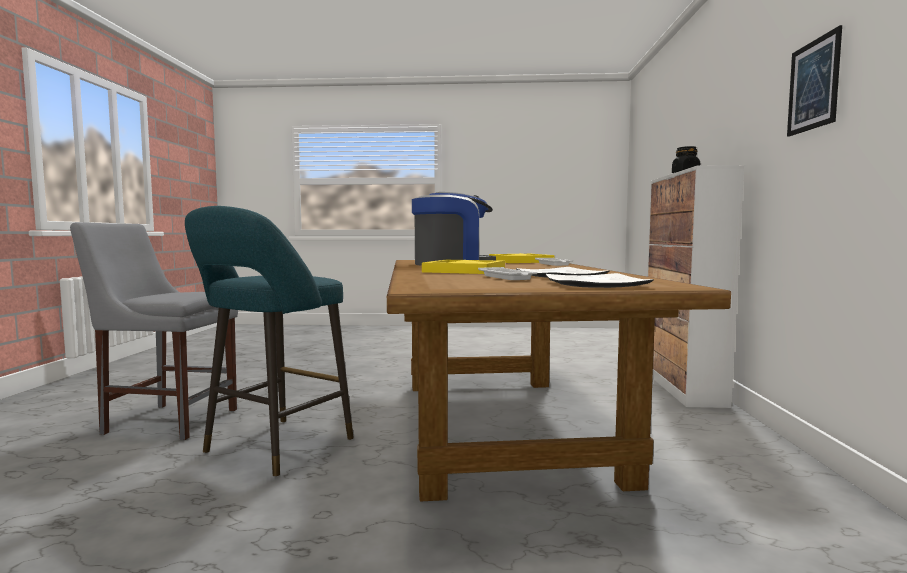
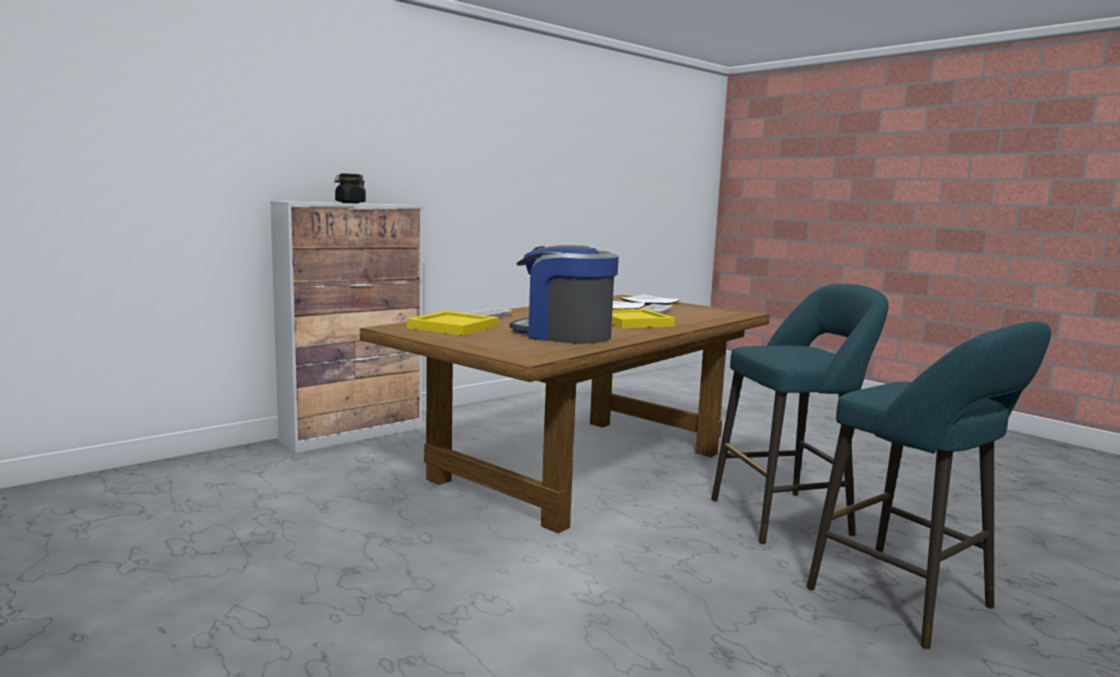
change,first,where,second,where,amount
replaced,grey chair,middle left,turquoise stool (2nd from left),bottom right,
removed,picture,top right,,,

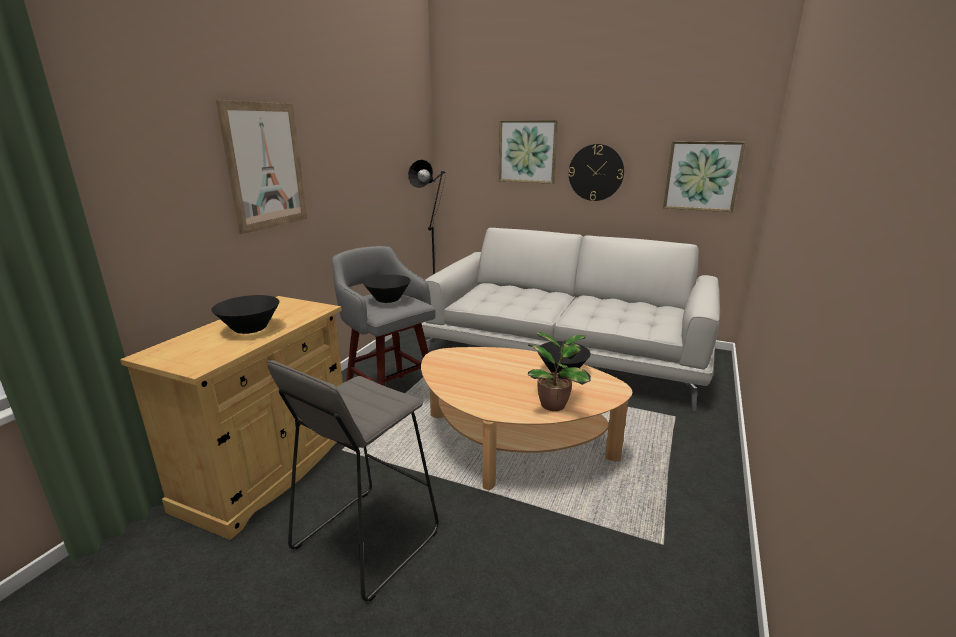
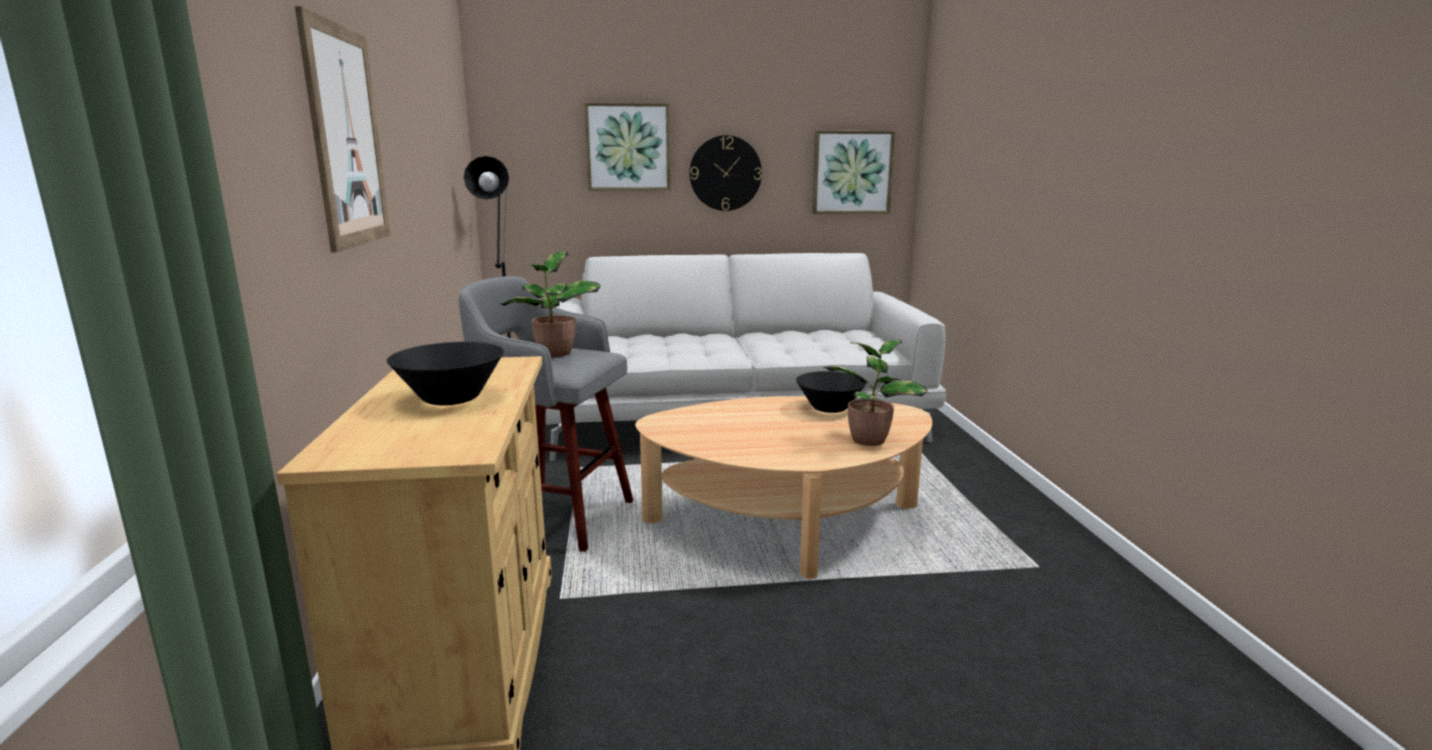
change,first,where,second,where,amount
removed,grey stool (1st from left),bottom centre,,,
replaced,black bowl (2nd from left),centre,potted plant (1st from left),centre,

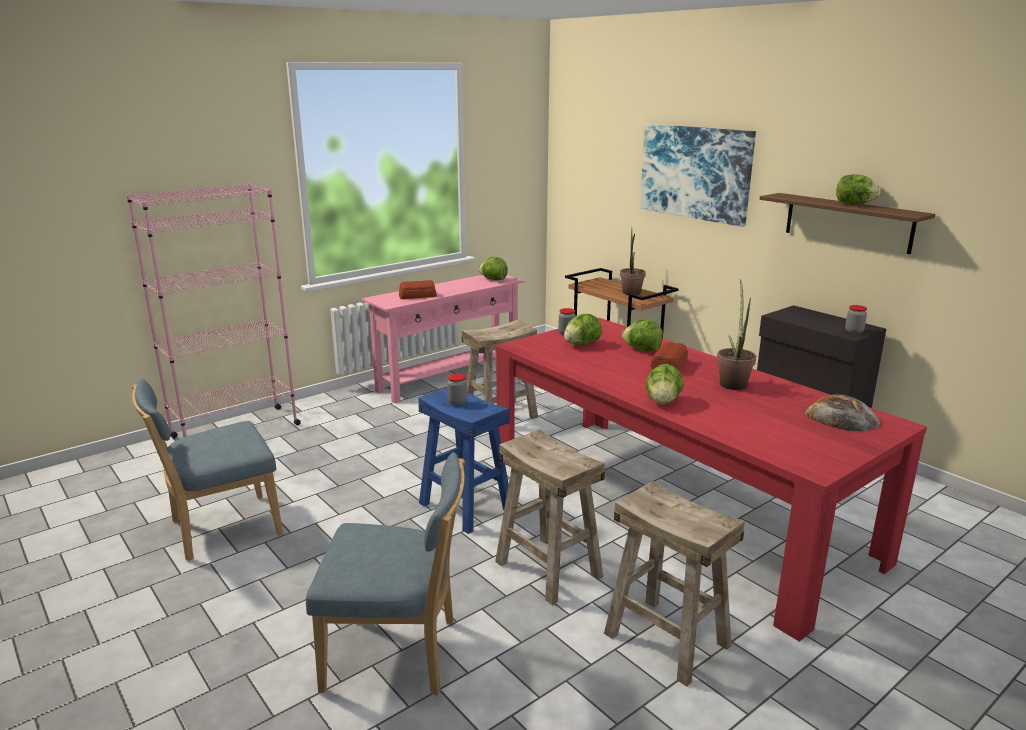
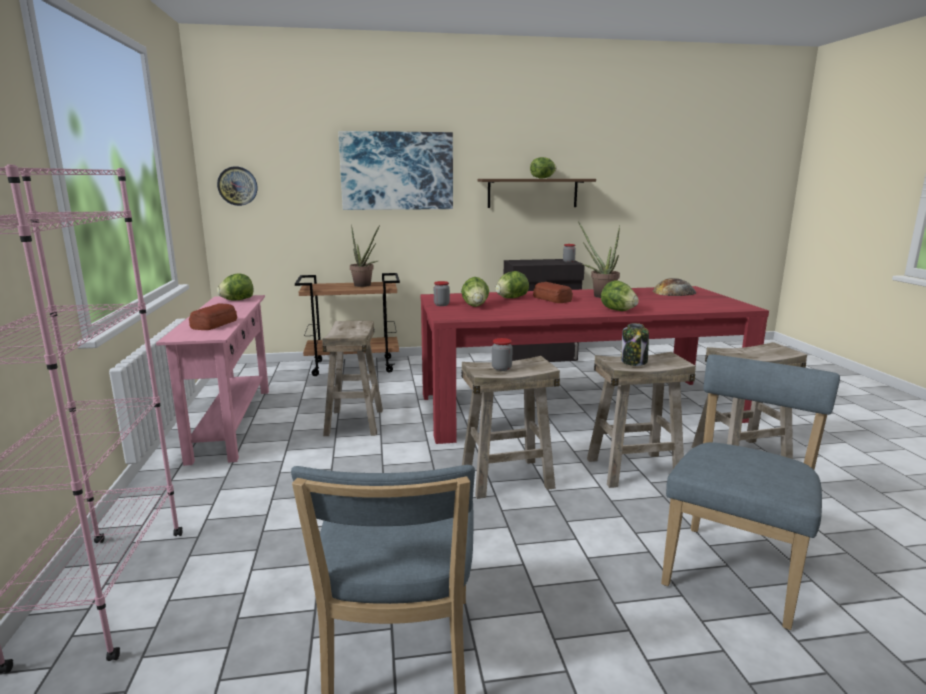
change,first,where,second,where,amount
recoloured,blue stool,centre,beige stool (2nd from left),centre,
added,,,wall clock,top left,
added,,,jar (4th from left),middle right,

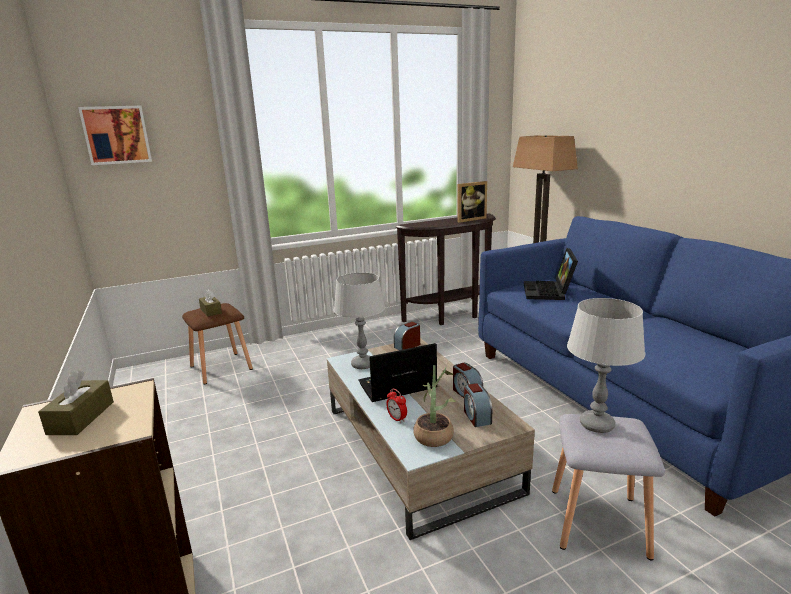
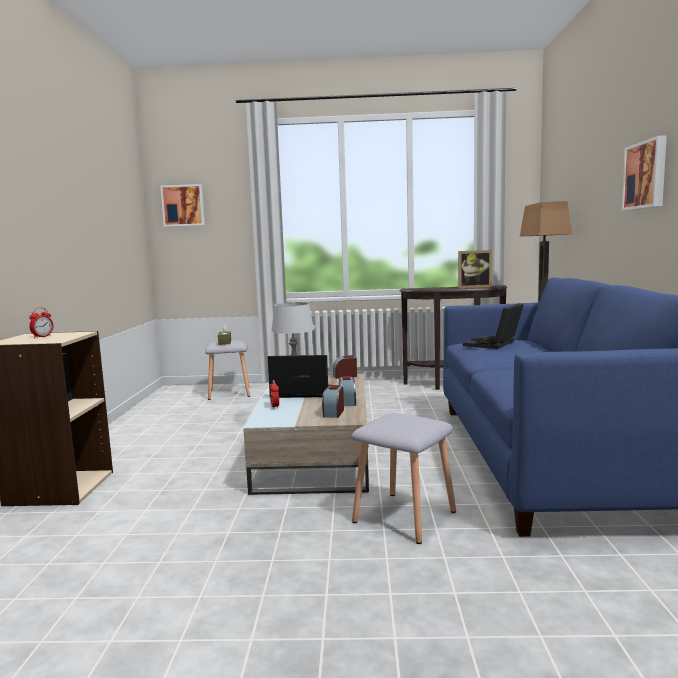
change,first,where,second,where,amount
replaced,brown tissue box (1st from left),bottom left,alarm clock (1st from left),middle left,
recoloured,brown stool,middle left,grey stool (1st from left),centre,
removed,potted plant,bottom centre,,,
removed,grey table lamp (2nd from left),middle right,,,
added,,,picture (2nd from left),top right,

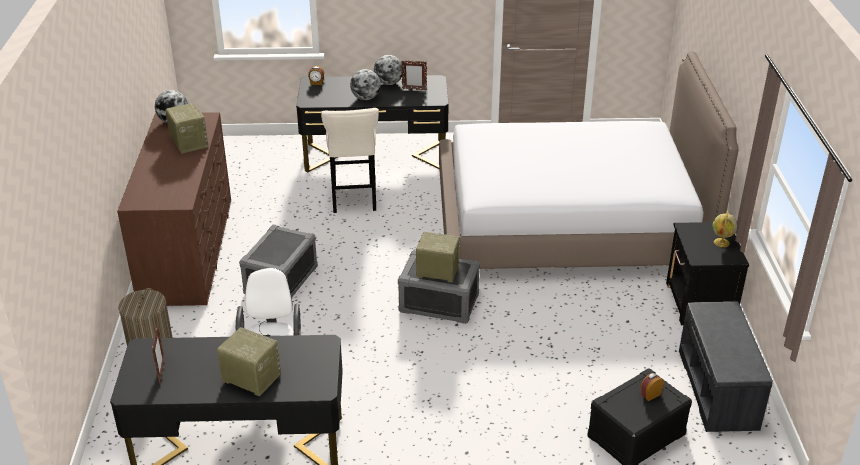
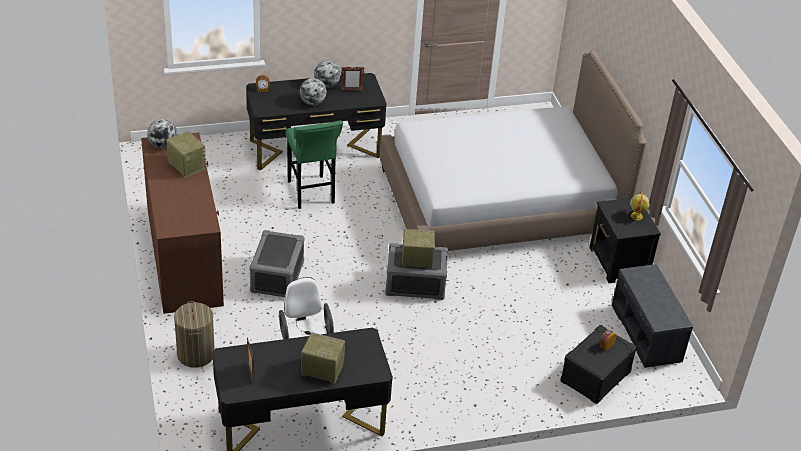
change,first,where,second,where,amount
recoloured,beige stool,centre,green stool,centre,

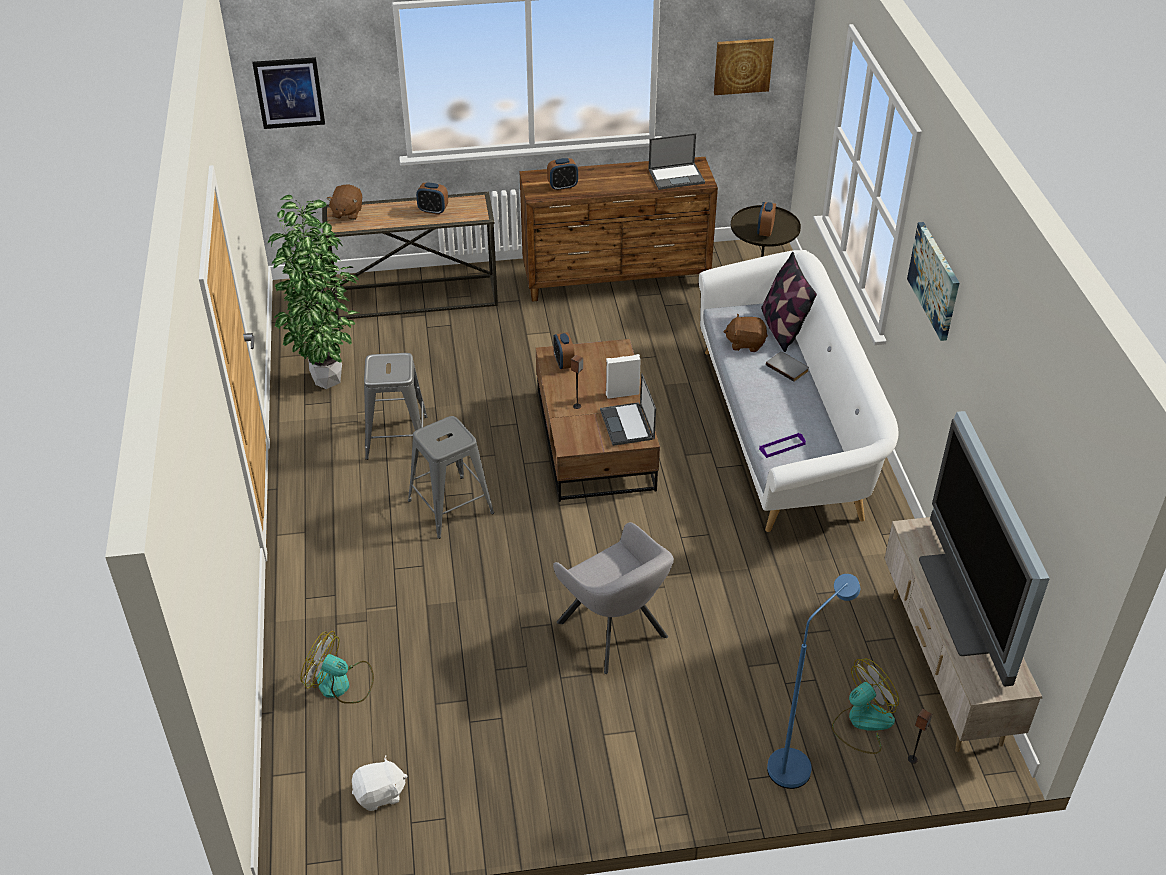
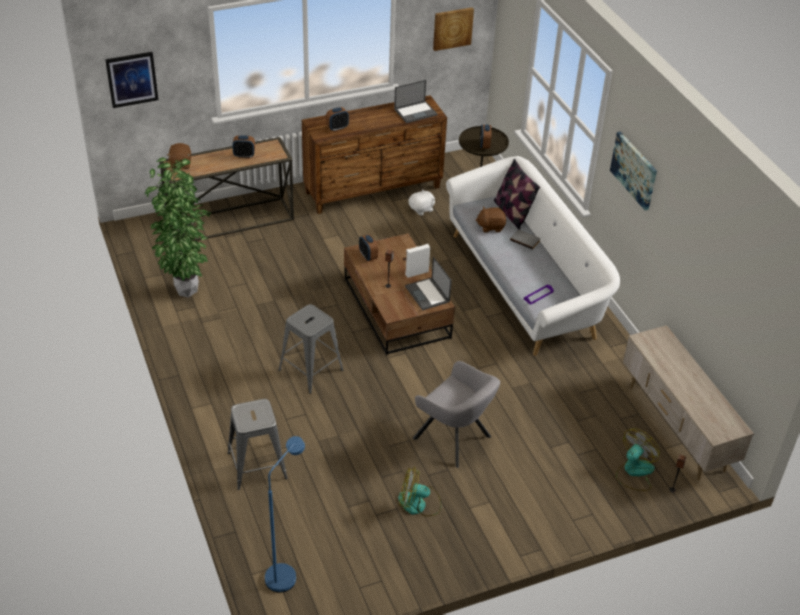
change,first,where,second,where,amount
moved,fan (1st from left),bottom left,,bottom centre,
moved,white plush toy,bottom left,,top centre,
moved,grey stool (1st from left),centre,,bottom left,
moved,blue floor lamp,bottom right,,bottom centre,
removed,television,middle right,,,

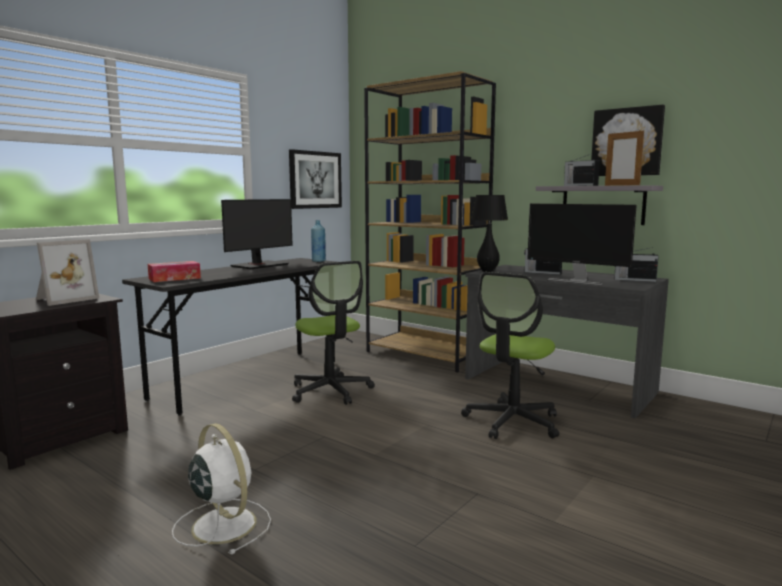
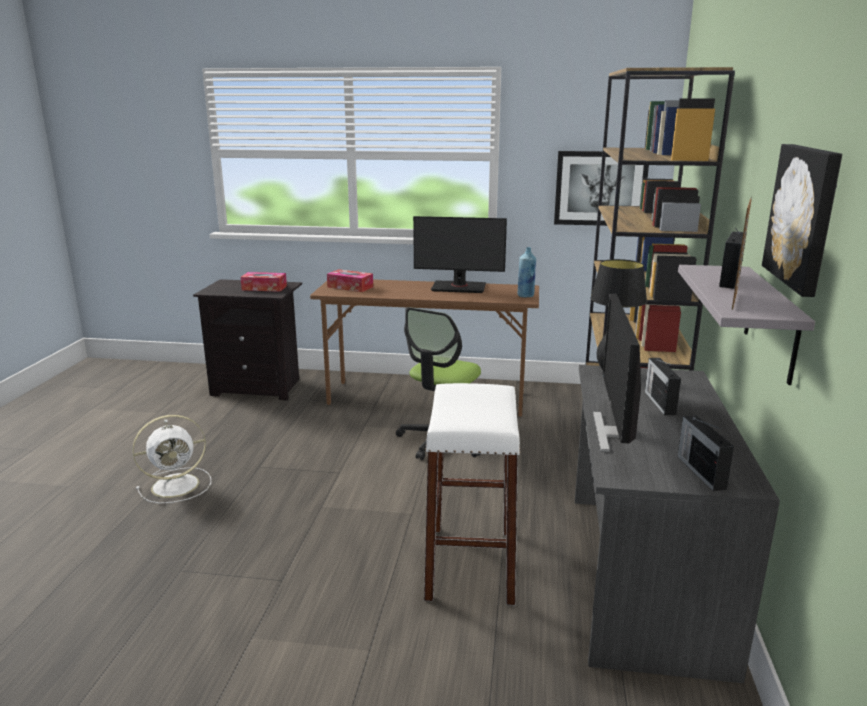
change,first,where,second,where,amount
replaced,picture frame (1st from left),middle left,tissue box (1st from left),middle left,
recoloured,grey desk (1st from left),middle left,brown desk,centre,
turned,white fan,bottom left,,middle left,45 degrees clockwise
replaced,office chair (2nd from left),centre,white stool,bottom centre,

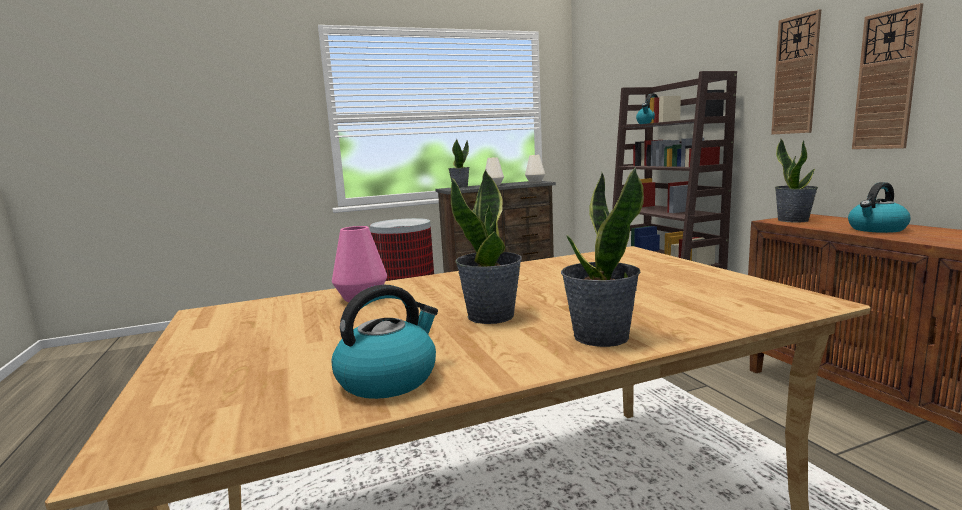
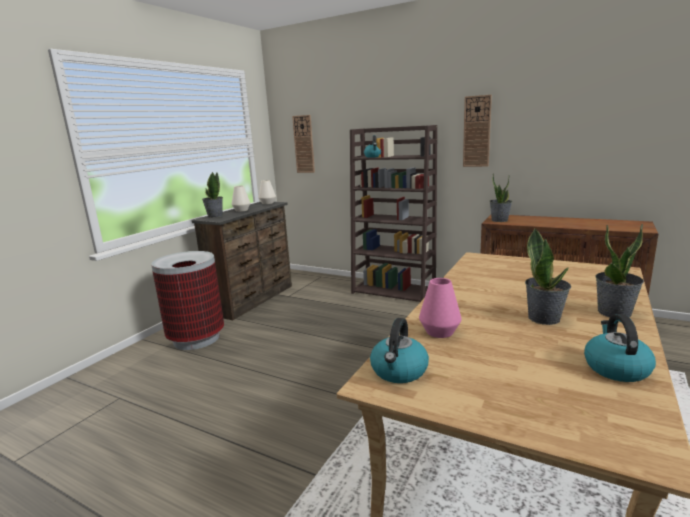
change,first,where,second,where,amount
moved,kettle (3rd from left in the first image),middle right,kettle (2nd from left),bottom centre,
moved,wall clock (2nd from left in the first image),top right,wall clock (1st from left),top centre,

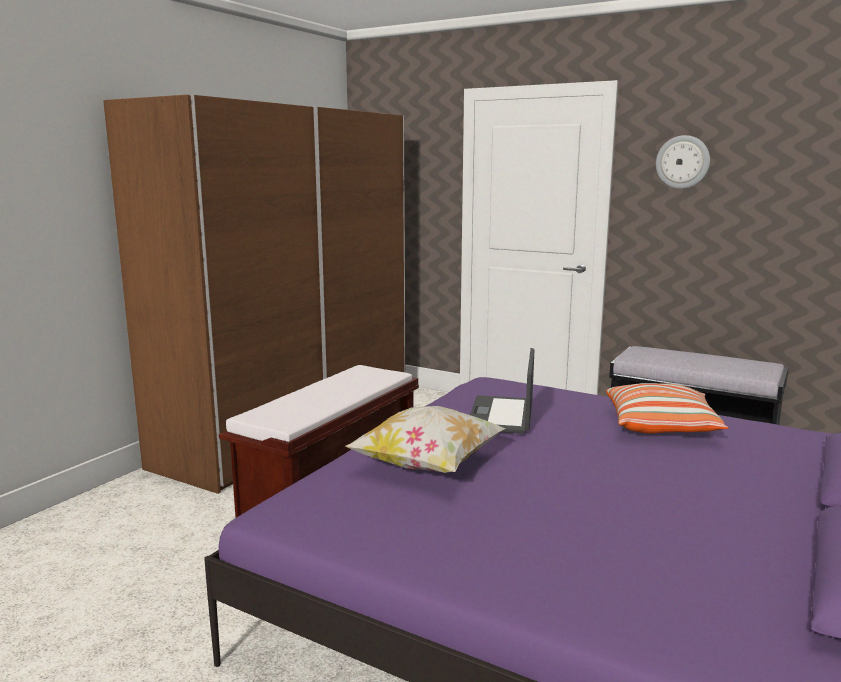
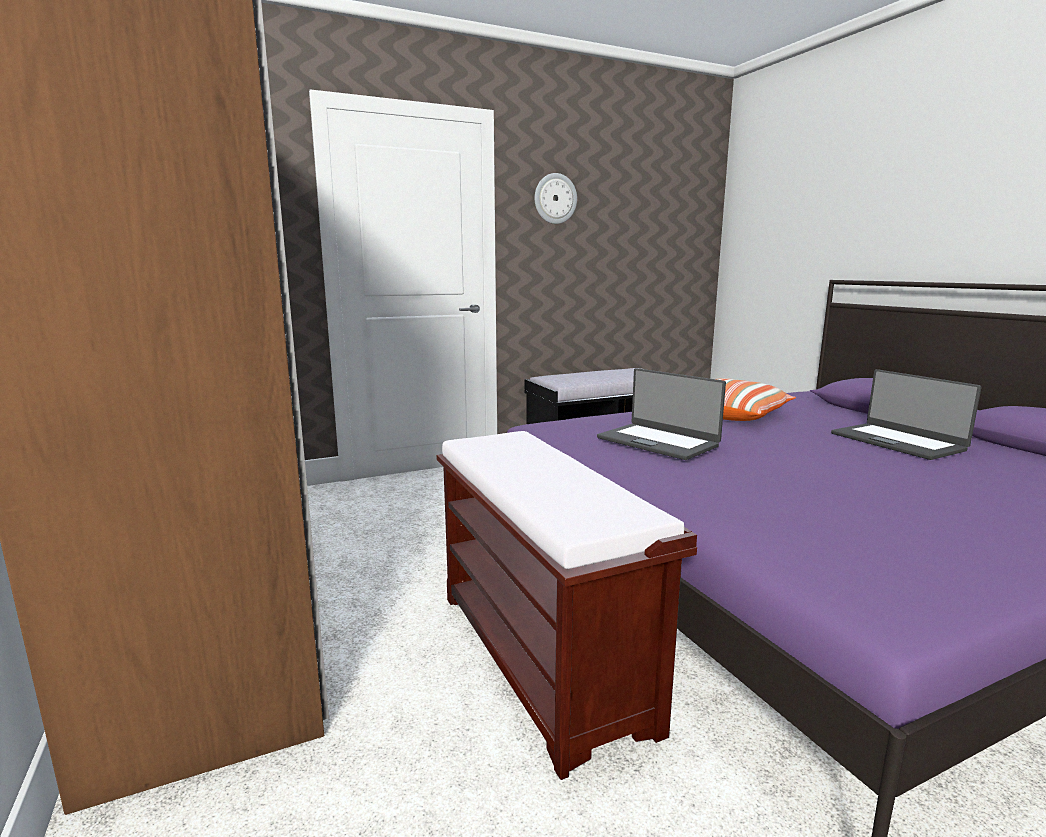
change,first,where,second,where,amount
removed,pillow (1st from left),centre,,,
added,,,laptop (2nd from left),middle right,

